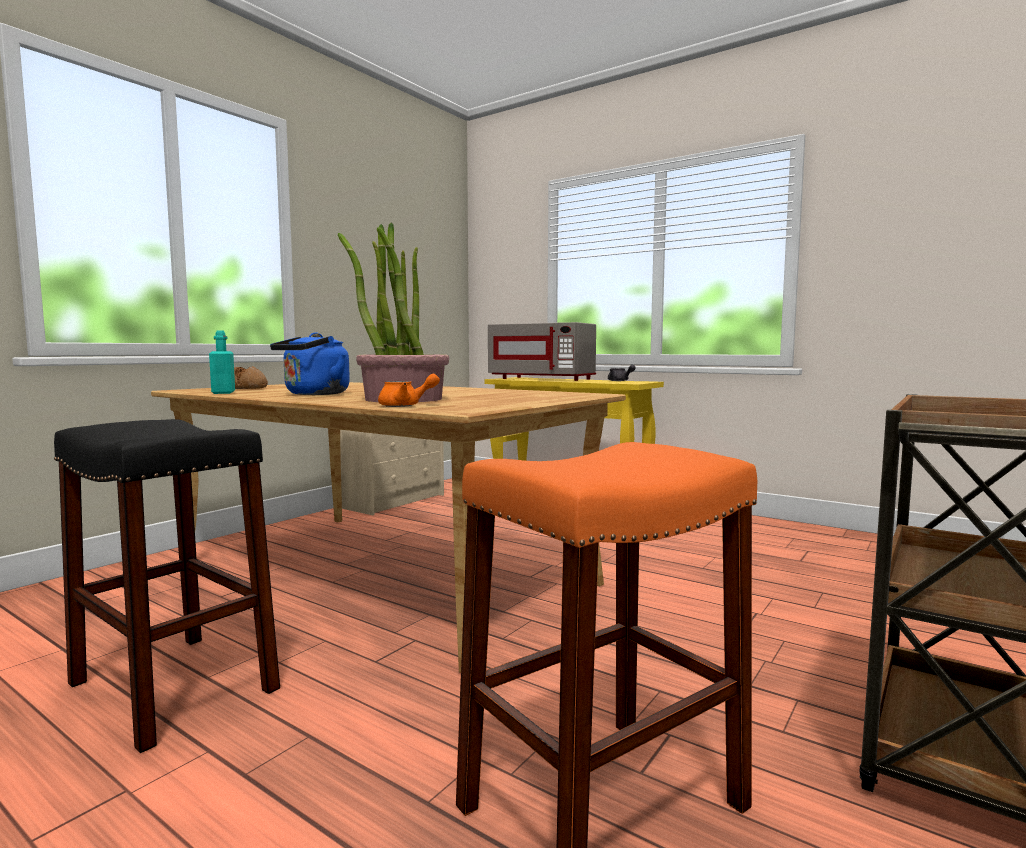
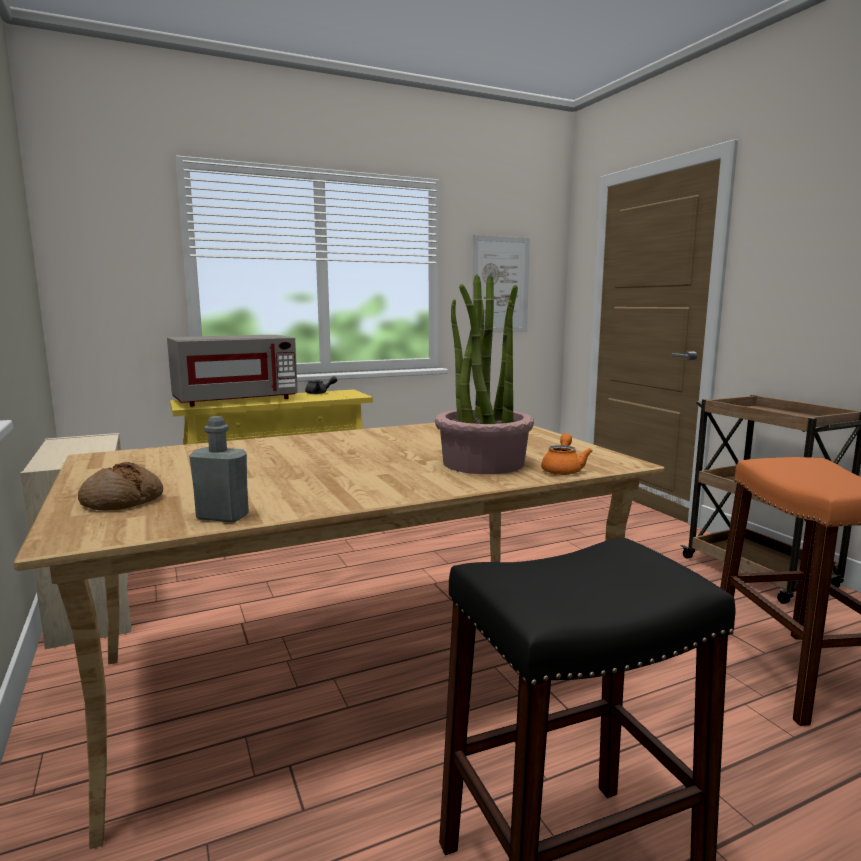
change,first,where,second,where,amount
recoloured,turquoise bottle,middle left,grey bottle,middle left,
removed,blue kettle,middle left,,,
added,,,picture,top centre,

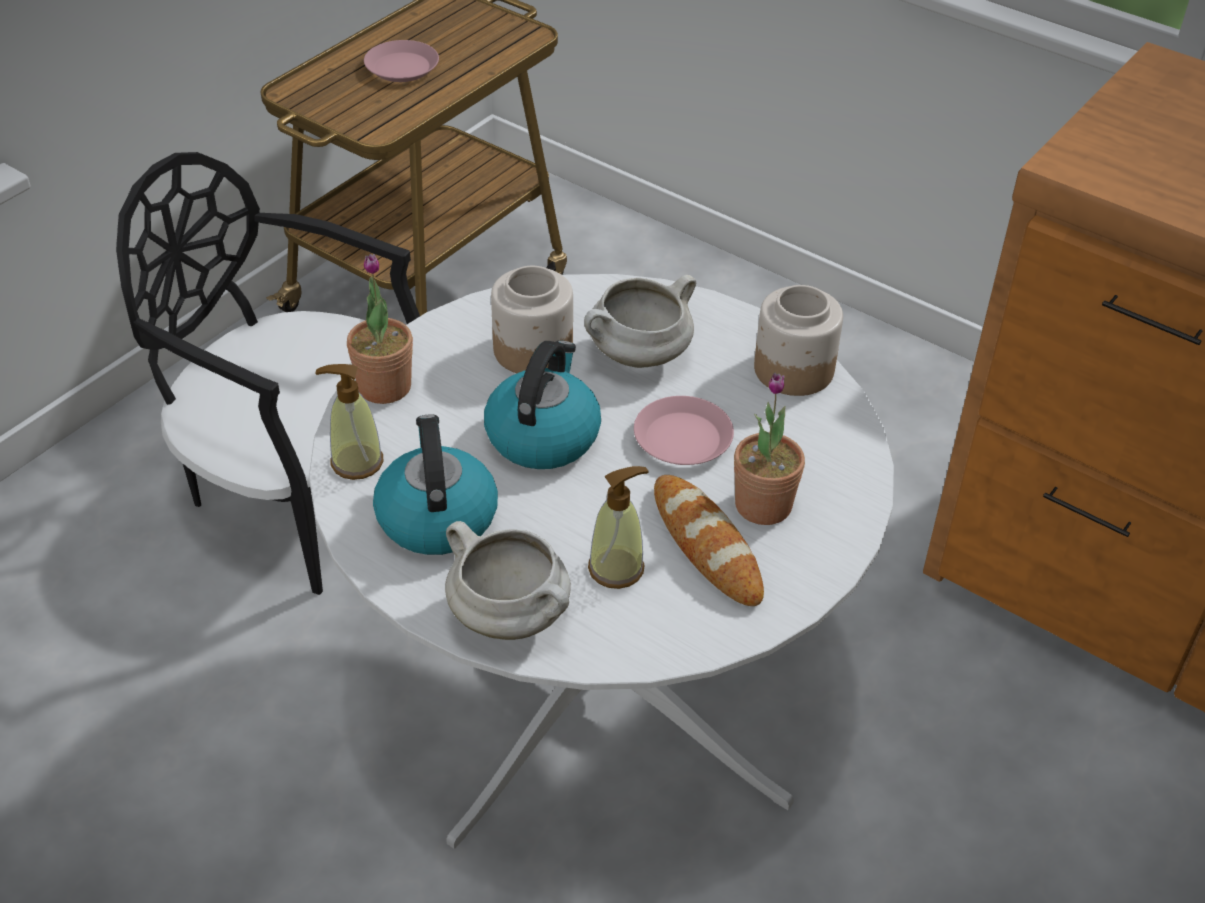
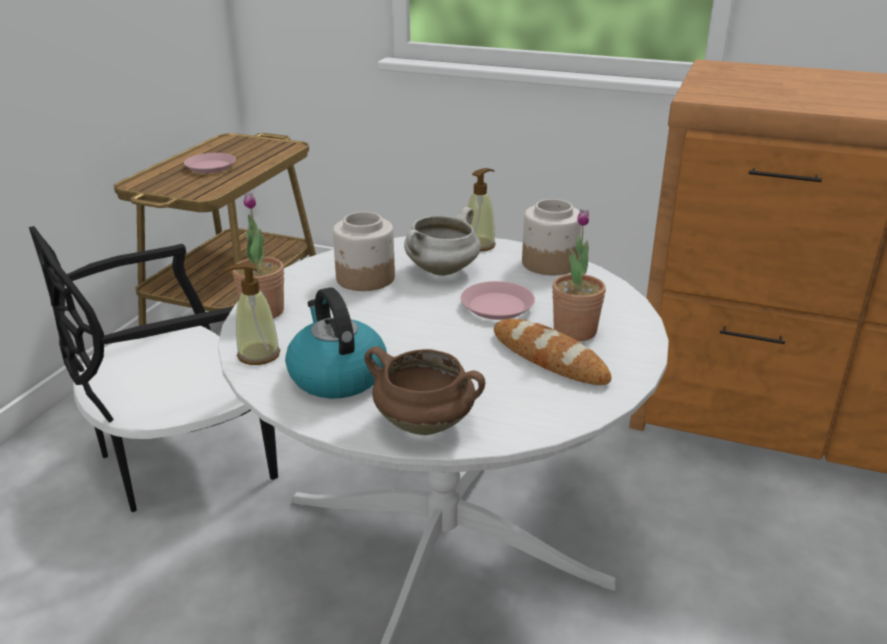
change,first,where,second,where,amount
turned,black chair,middle left,,middle left,45 degrees counterclockwise
recoloured,white cooking pot (1st from left),centre,brown cooking pot,centre,
removed,kettle (2nd from left),centre,,,
moved,soap dispenser (2nd from left),centre,,top centre,

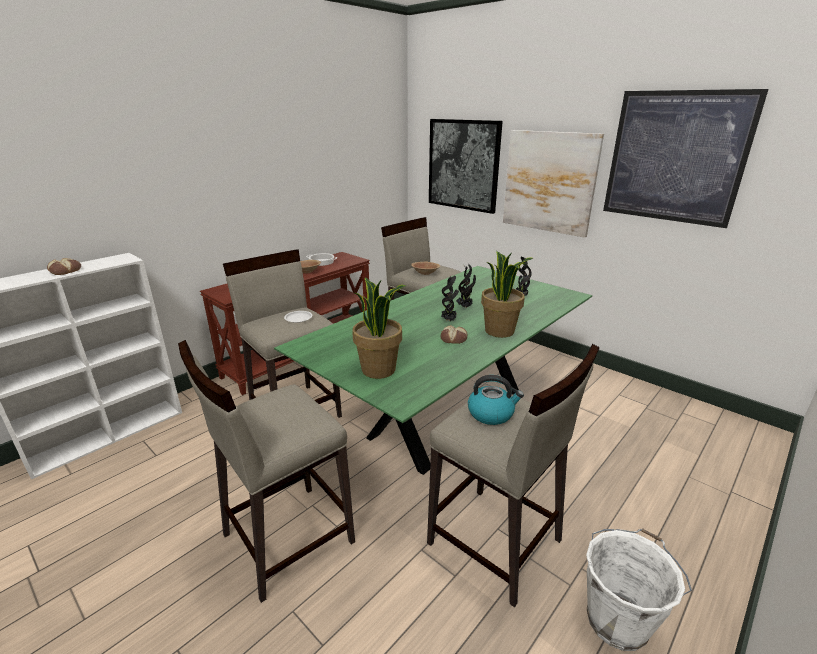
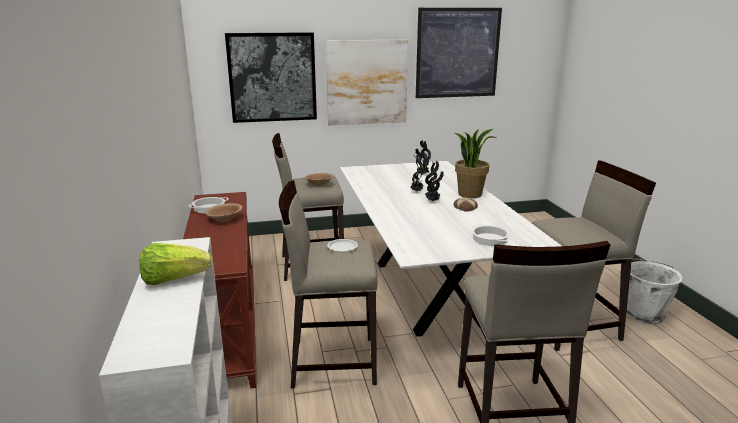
change,first,where,second,where,amount
replaced,bread (1st from left),middle left,lettuce,middle left,
recoloured,green dining table,centre,white dining table,centre,
replaced,potted plant (1st from left),centre,cooking pot (2nd from left),centre,
removed,kettle,centre,,,

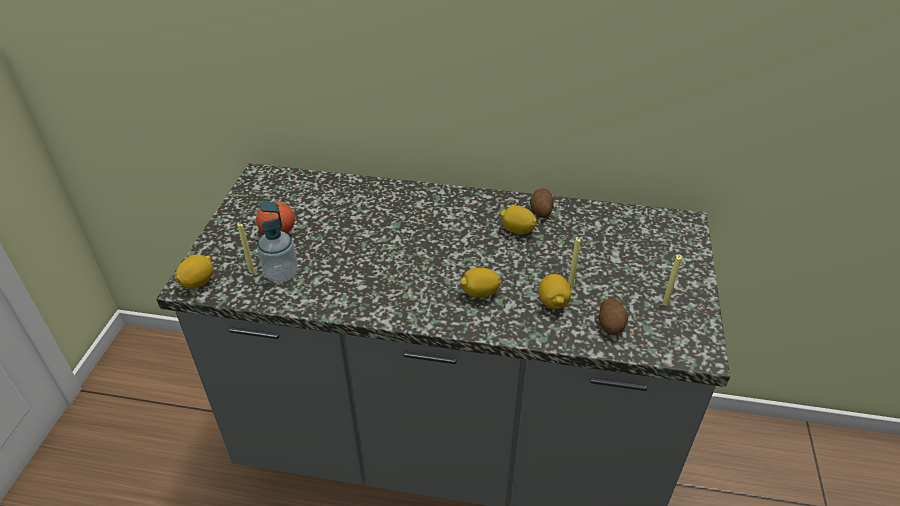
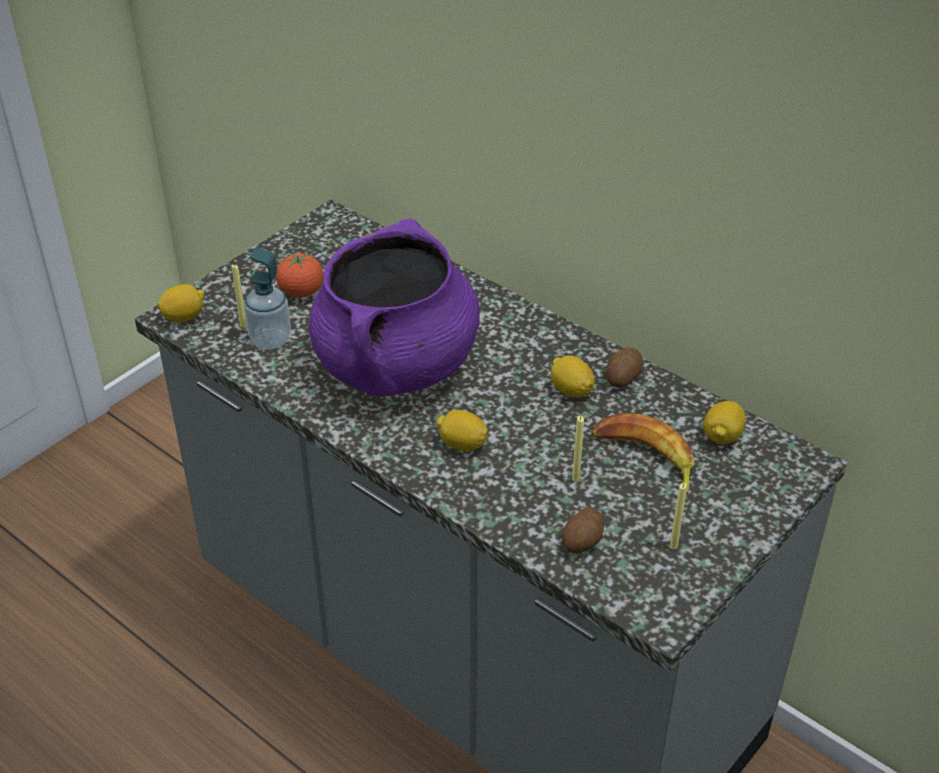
change,first,where,second,where,amount
moved,lemon (4th from left),centre,,middle right,
added,,,purple cooking pot,centre,
added,,,banana,middle right,

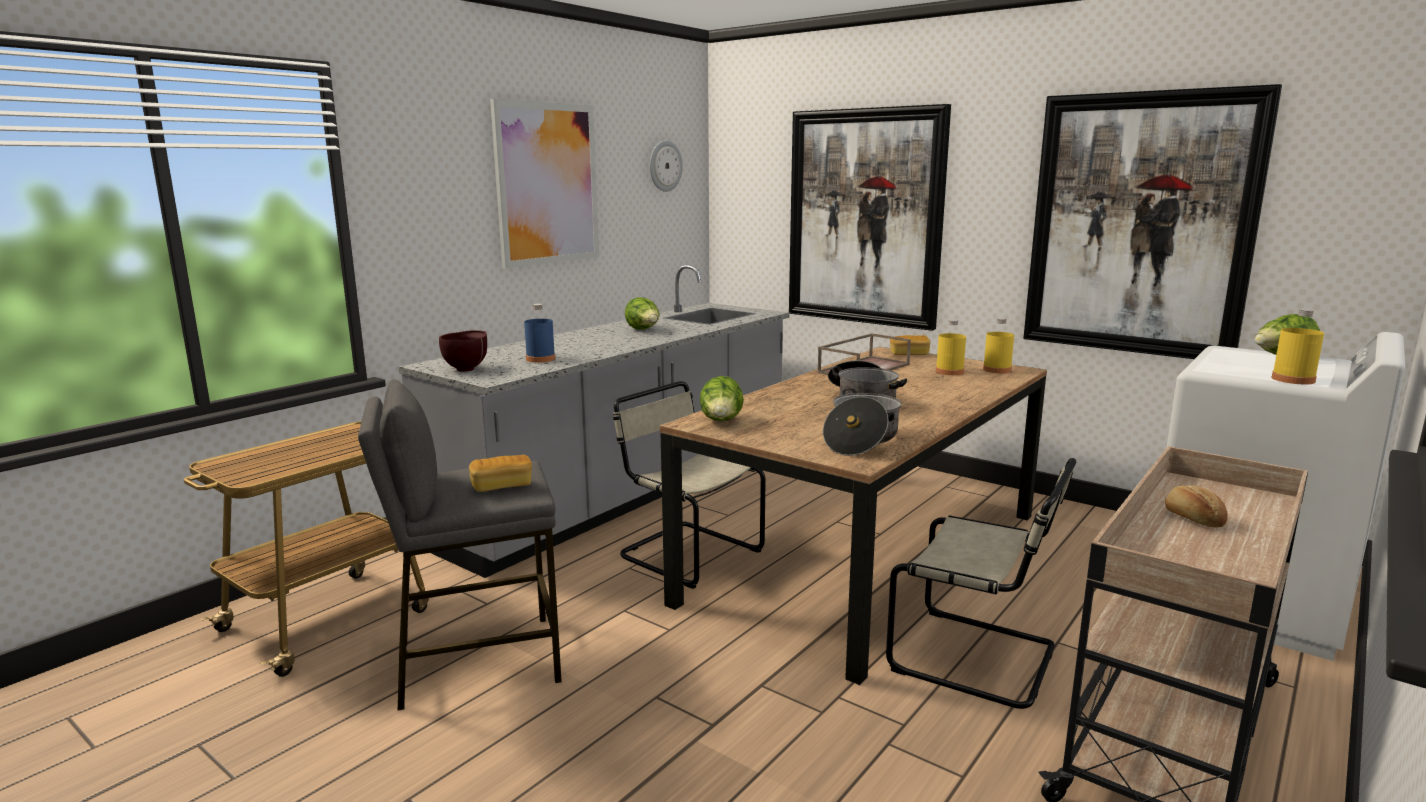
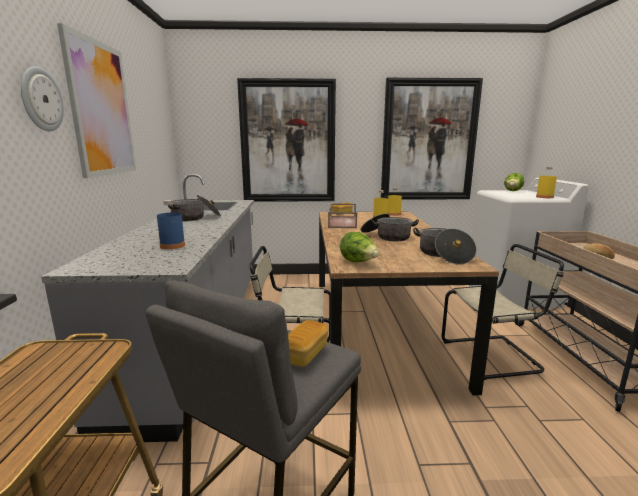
change,first,where,second,where,amount
removed,brown bowl,middle left,,,
replaced,lettuce (1st from left),centre,cooking pot (1st from left),middle left,
moved,wall clock,top centre,,top left,

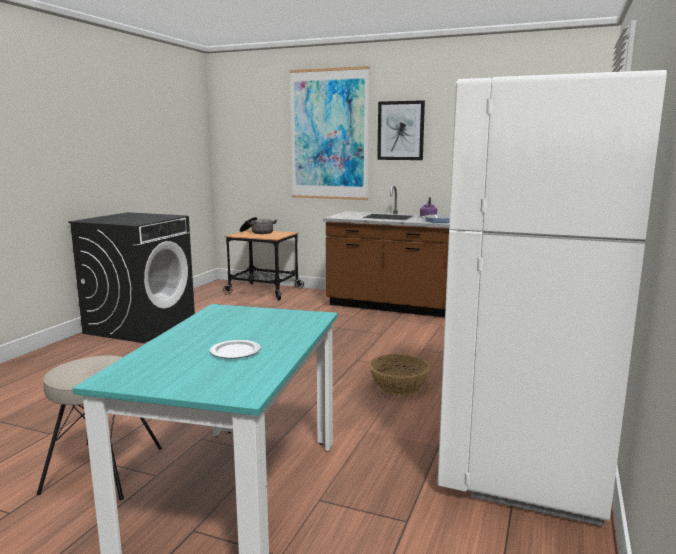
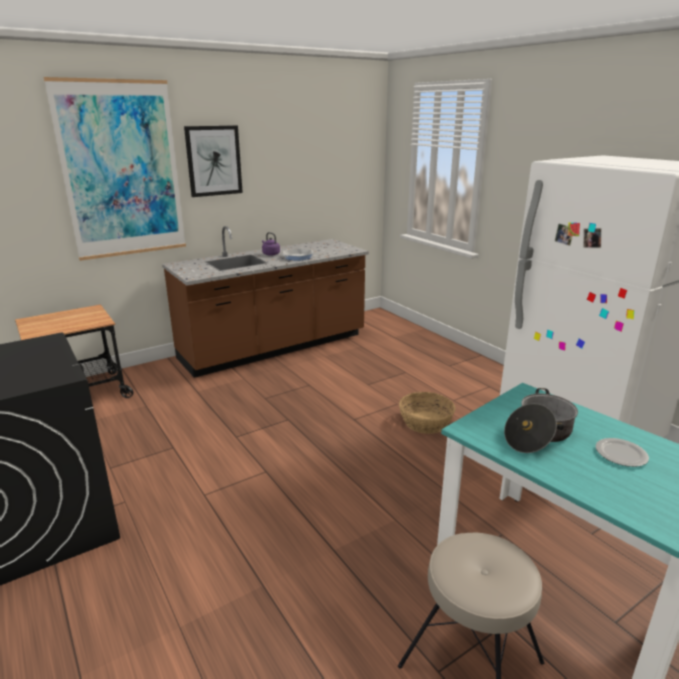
change,first,where,second,where,amount
moved,cooking pot,centre,,middle right,

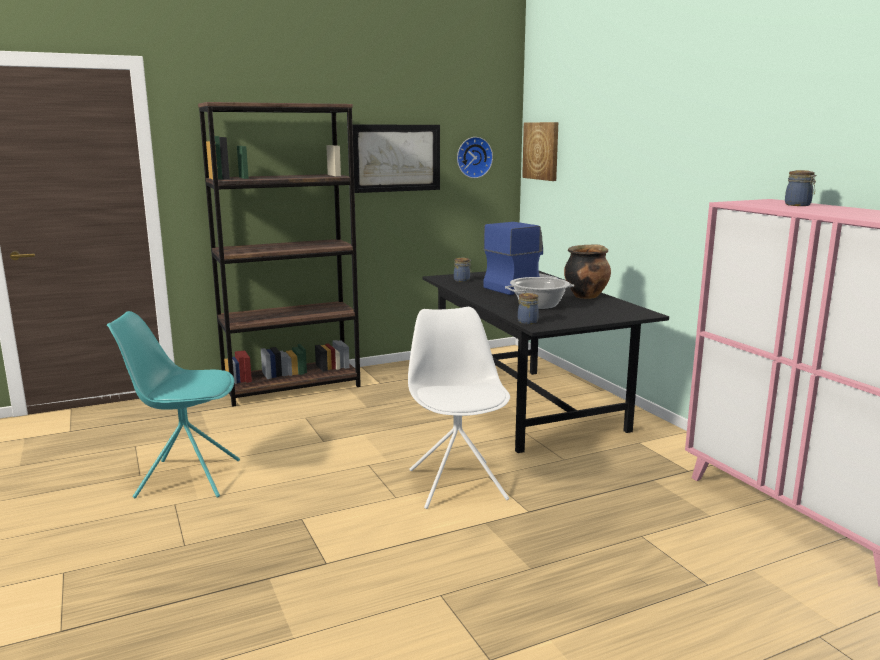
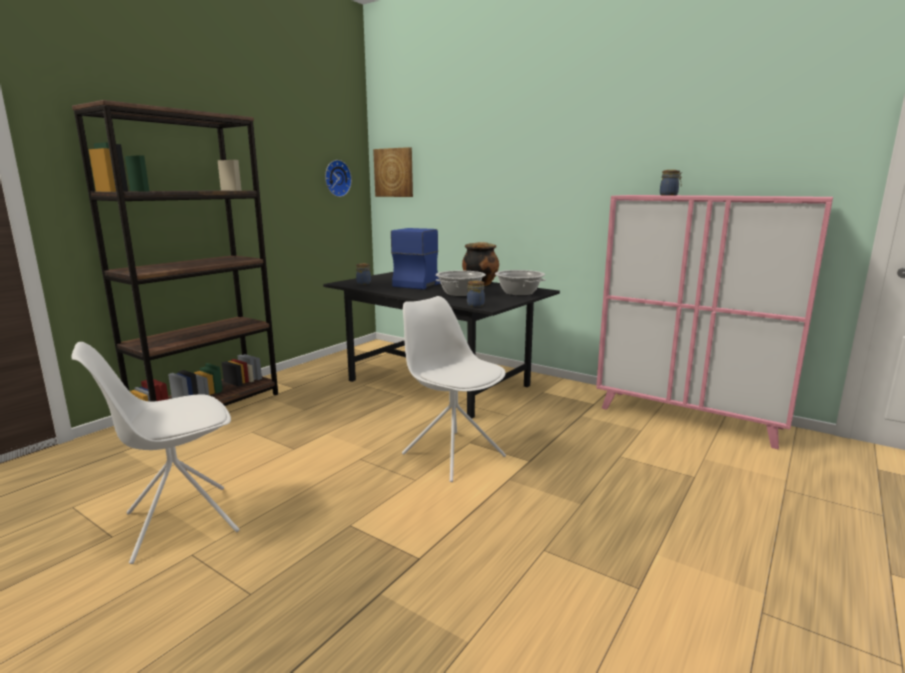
change,first,where,second,where,amount
recoloured,turquoise chair,middle left,white chair (1st from left),bottom left,
removed,picture (1st from left),top centre,,,
added,,,cooking pot (3rd from left),centre,

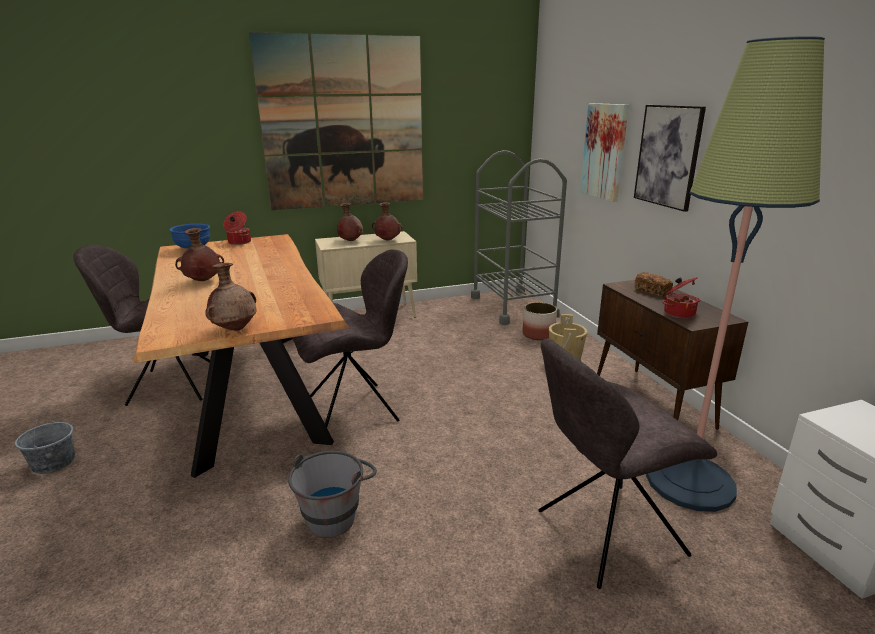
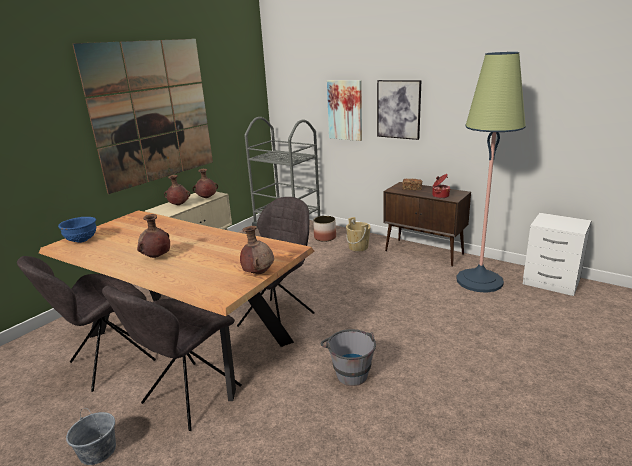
change,first,where,second,where,amount
removed,cooking pot (1st from left),middle left,,,
moved,grey chair (3rd from left in the first image),bottom right,grey chair (2nd from left),bottom left,

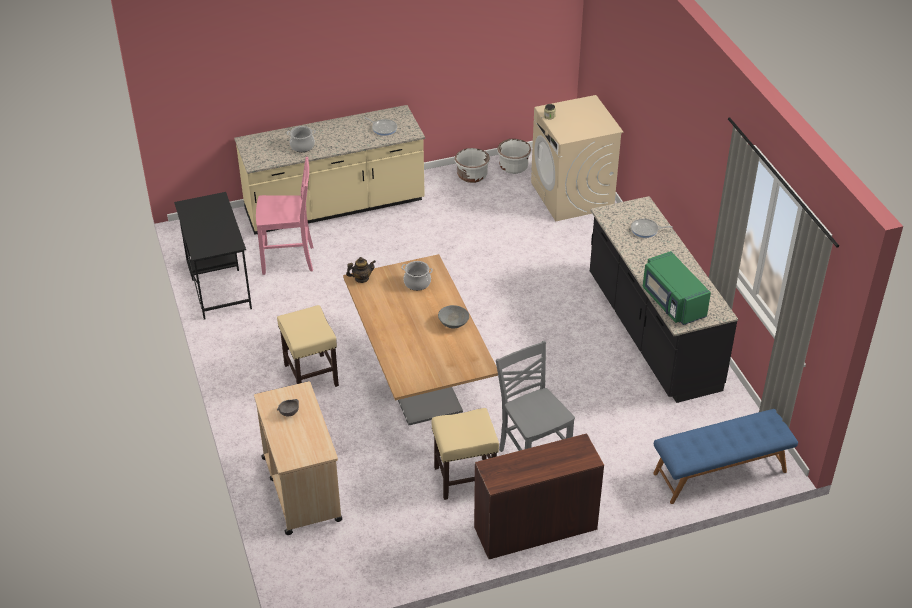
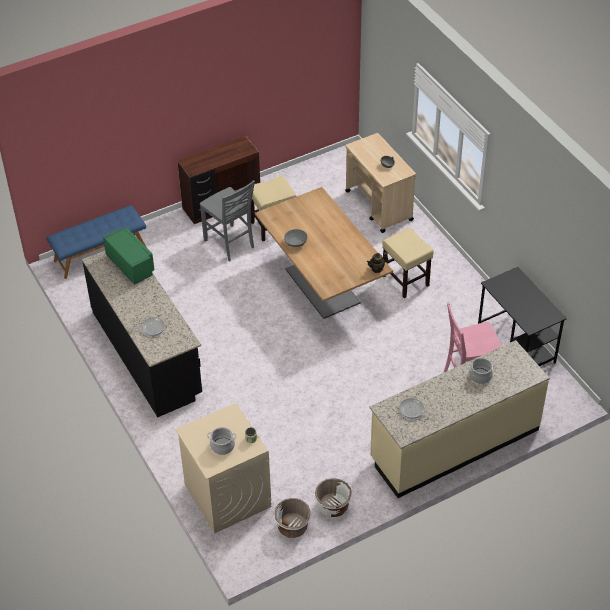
change,first,where,second,where,amount
moved,cooking pot (2nd from left in the first image),centre,cooking pot (1st from left),bottom centre,

